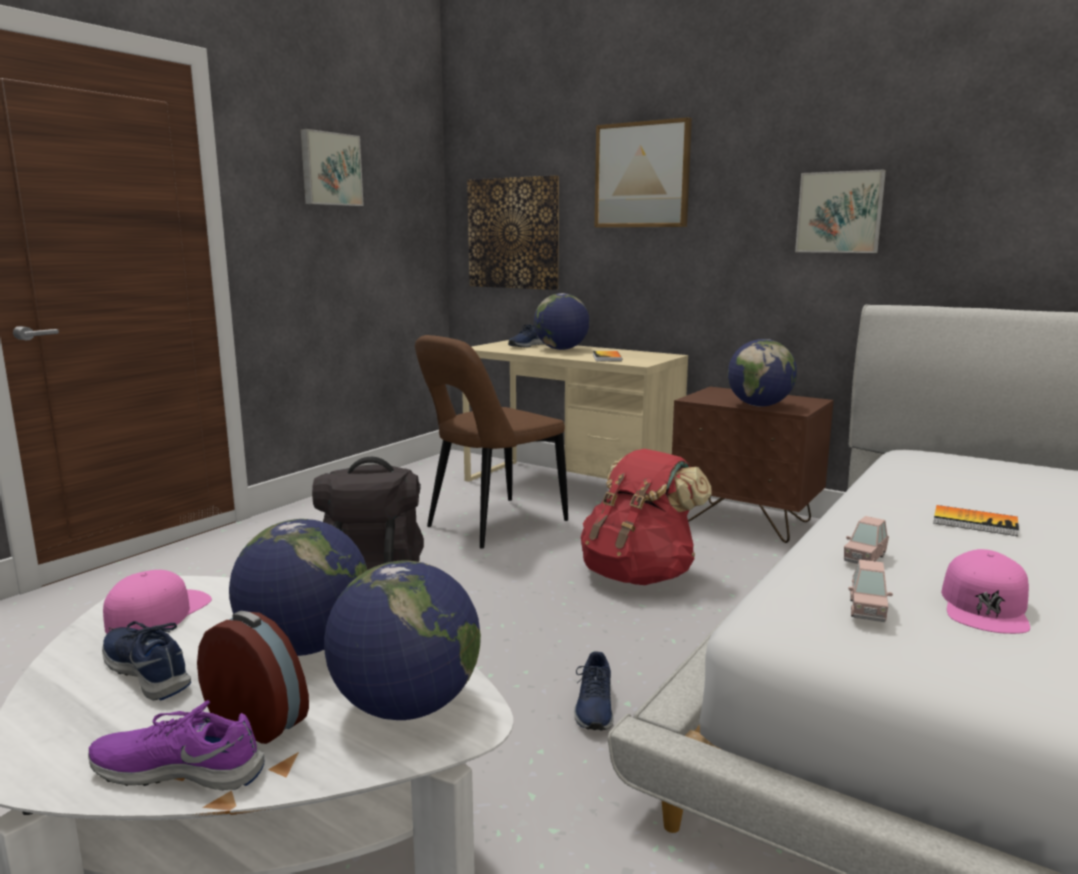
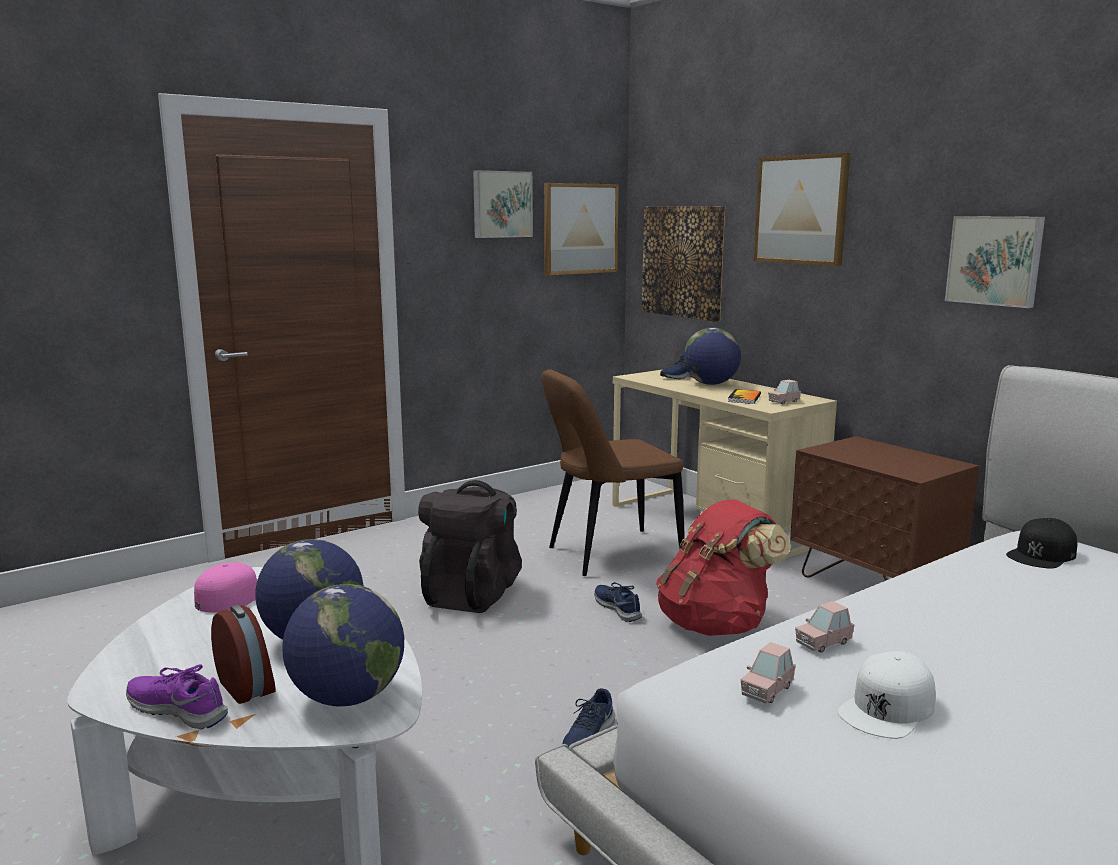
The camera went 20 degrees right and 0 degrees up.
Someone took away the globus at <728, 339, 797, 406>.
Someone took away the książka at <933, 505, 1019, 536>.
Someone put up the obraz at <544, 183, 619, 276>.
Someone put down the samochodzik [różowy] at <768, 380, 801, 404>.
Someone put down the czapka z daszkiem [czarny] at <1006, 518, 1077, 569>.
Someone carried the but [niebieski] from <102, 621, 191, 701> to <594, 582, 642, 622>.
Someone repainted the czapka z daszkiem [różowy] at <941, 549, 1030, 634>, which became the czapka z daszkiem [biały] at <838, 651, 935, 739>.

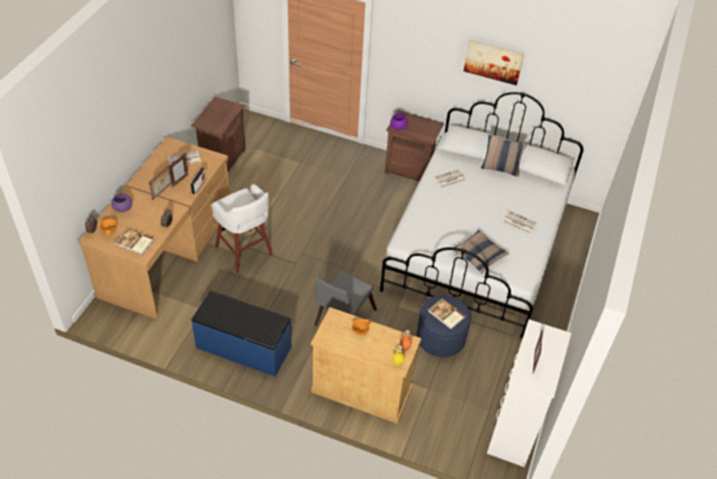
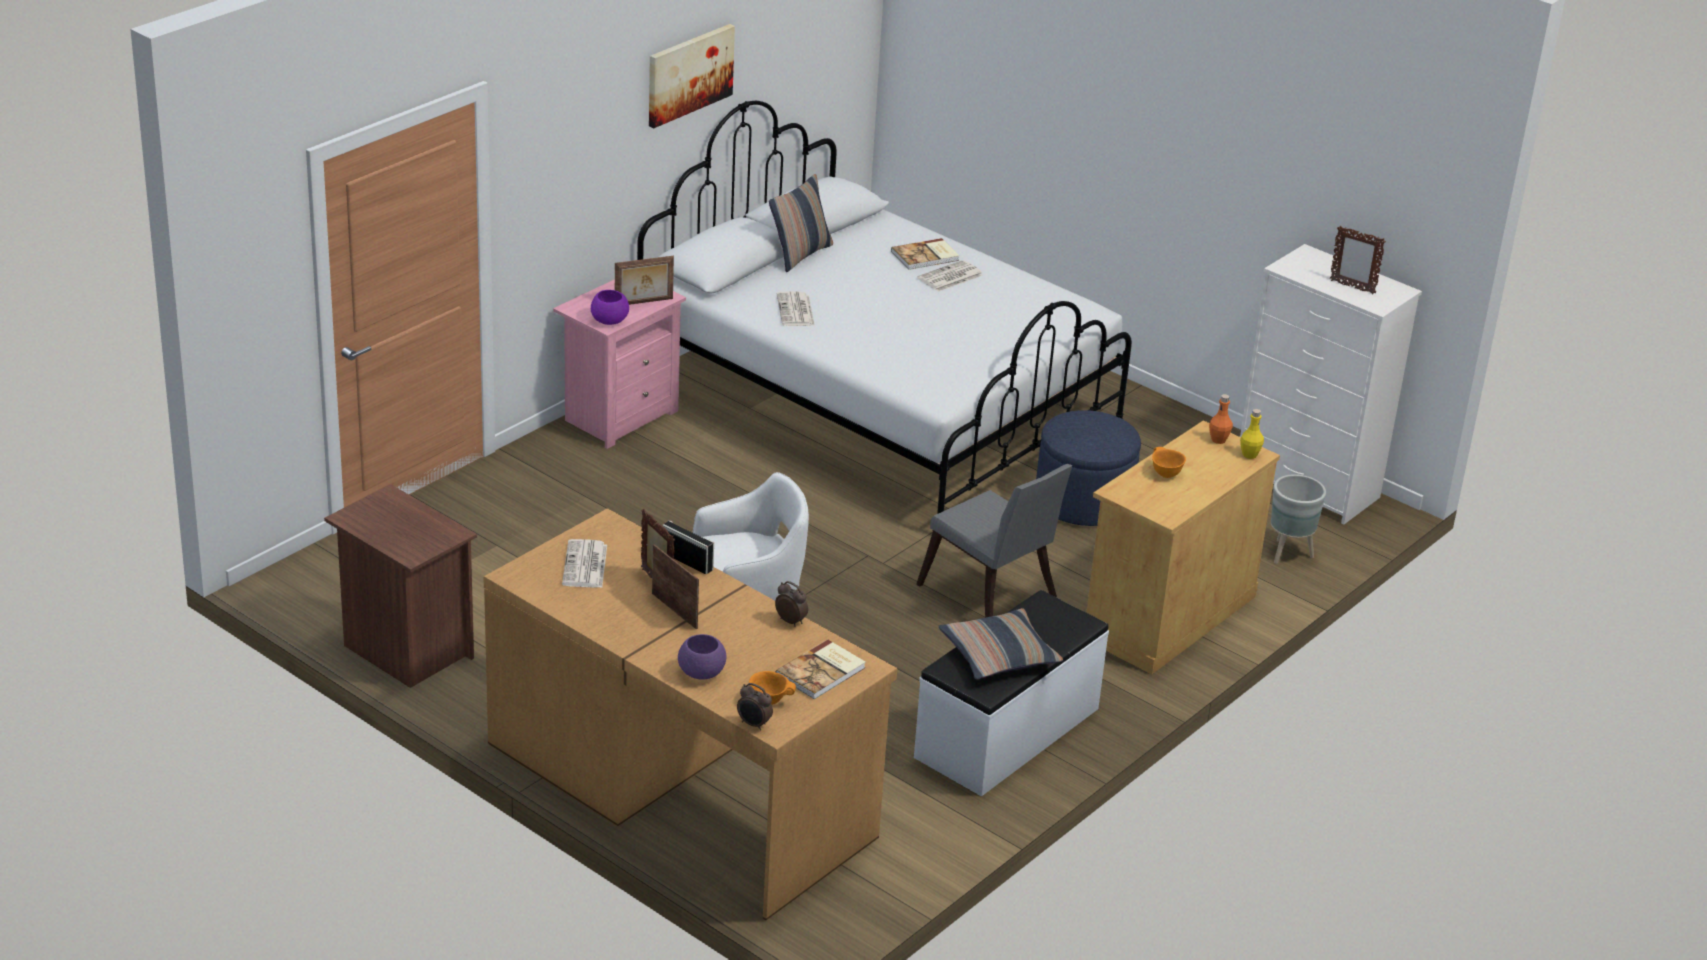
The camera went 70 degrees left and 15 degrees down.
Someone put down the ramka na zdjęcie at <615, 256, 674, 305>.
Someone put down the donica [szary] at <1271, 474, 1326, 564>.
Someone carried the książka from <428, 298, 466, 329> to <891, 238, 960, 270>.
Someone carried the poduszka from <454, 230, 509, 273> to <939, 608, 1063, 679>.
Someone repainted the ławka [niebieski] at <191, 290, 292, 377>, which became the ławka [biały] at <914, 590, 1109, 796>.
Someone repainted the szafka nocna [brązowy] at <385, 110, 444, 182>, which became the szafka nocna [różowy] at <553, 279, 686, 449>.

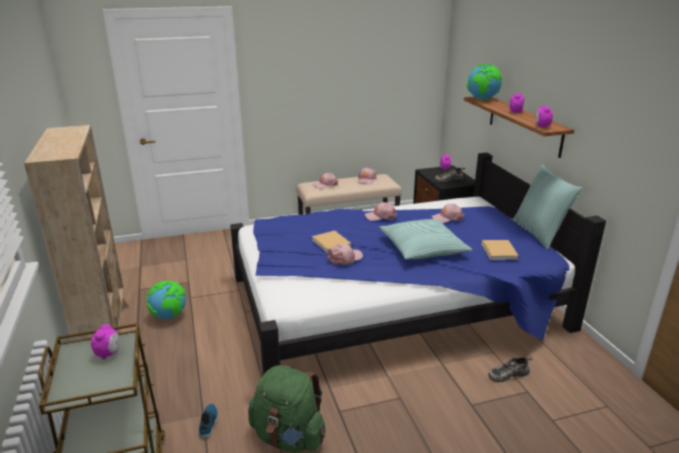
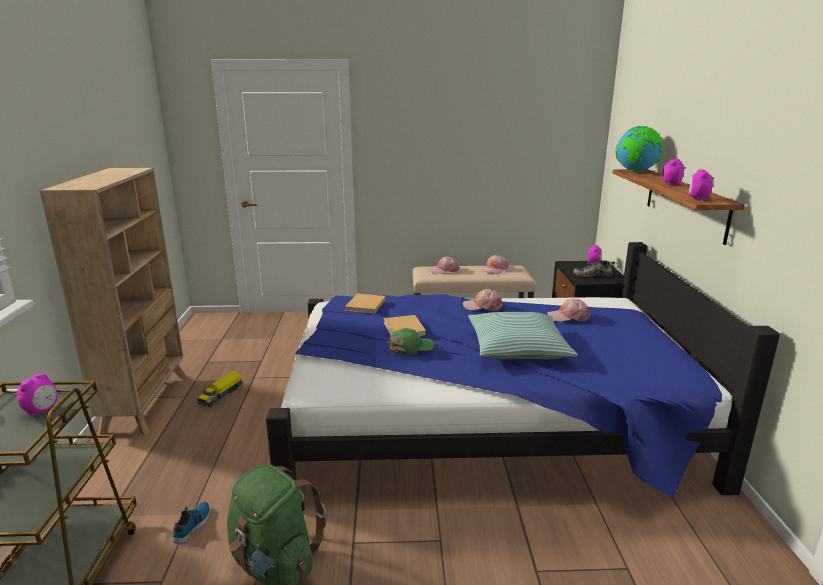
The camera went 15 degrees right and 5 degrees down.
Someone took away the but at <488, 357, 532, 382>.
Someone took away the poduszka at <512, 165, 582, 250>.
Someone carried the książka [beżowy] from <481, 240, 519, 260> to <345, 294, 385, 314>.
Someone swapped the globus at <147, 281, 186, 319> for the ciężarówka zabawkowa at <197, 370, 243, 407>.
Someone repainted the czapka z daszkiem [różowy] at <328, 244, 363, 265>, which became the czapka z daszkiem [zielony] at <387, 328, 434, 355>.

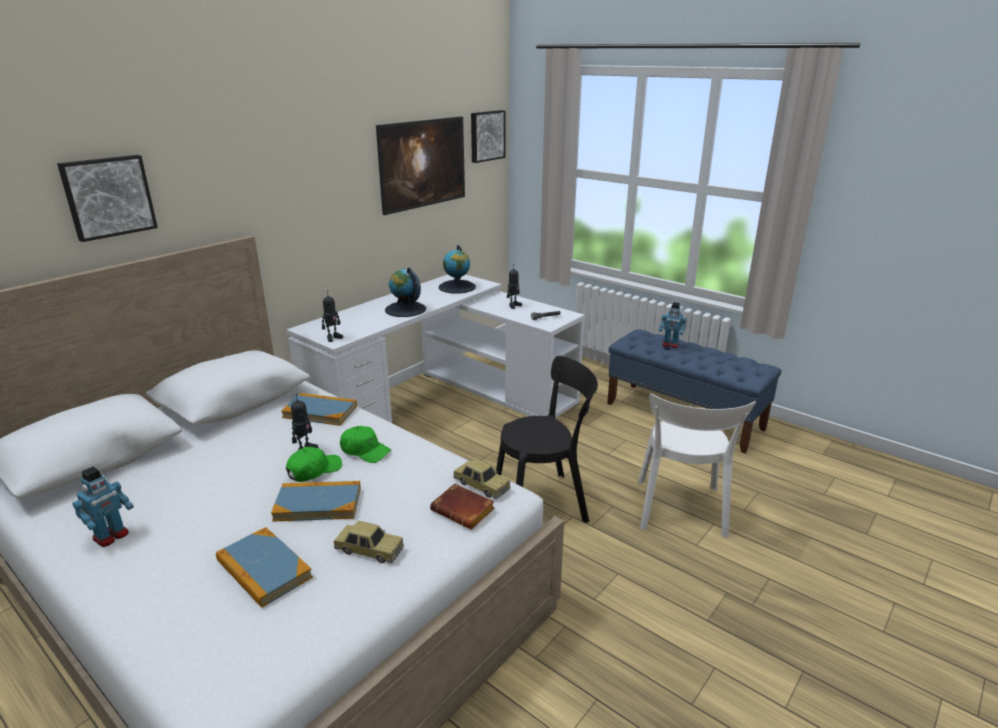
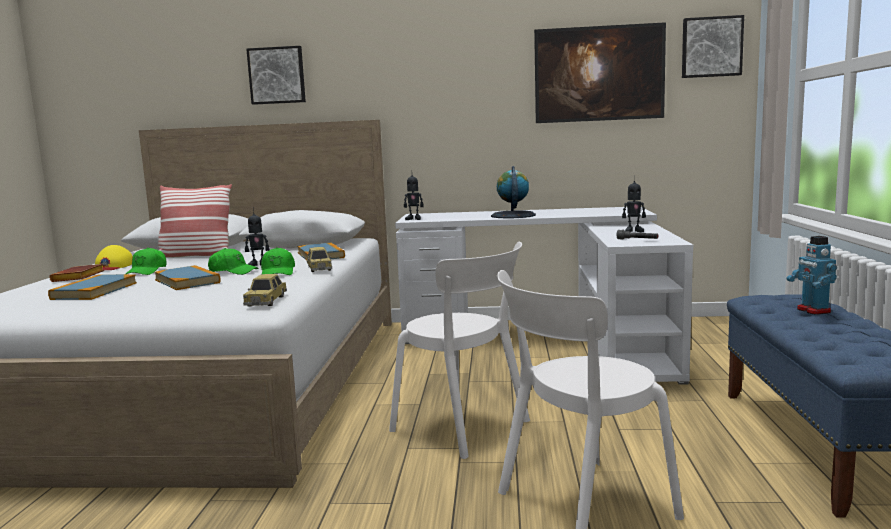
The camera went 55 degrees right and 15 degrees down.
Someone took away the globus at <439, 245, 476, 294>.
Someone put down the czapka z daszkiem [zielony] at <126, 247, 167, 275>.
Someone put down the poduszka at <158, 184, 232, 258>.
Someone carried the samochodzik from <334, 521, 404, 563> to <307, 247, 332, 272>.
Someone carried the książka [brązowy] from <430, 484, 495, 530> to <49, 264, 104, 282>.
Someone swapped the robot zabawkowy at <73, 467, 134, 547> for the czapka z daszkiem [żółty] at <95, 245, 133, 270>.
Someone repainted the krzesło [czarny] at <496, 356, 598, 523>, which became the krzesło [biały] at <389, 242, 530, 459>.

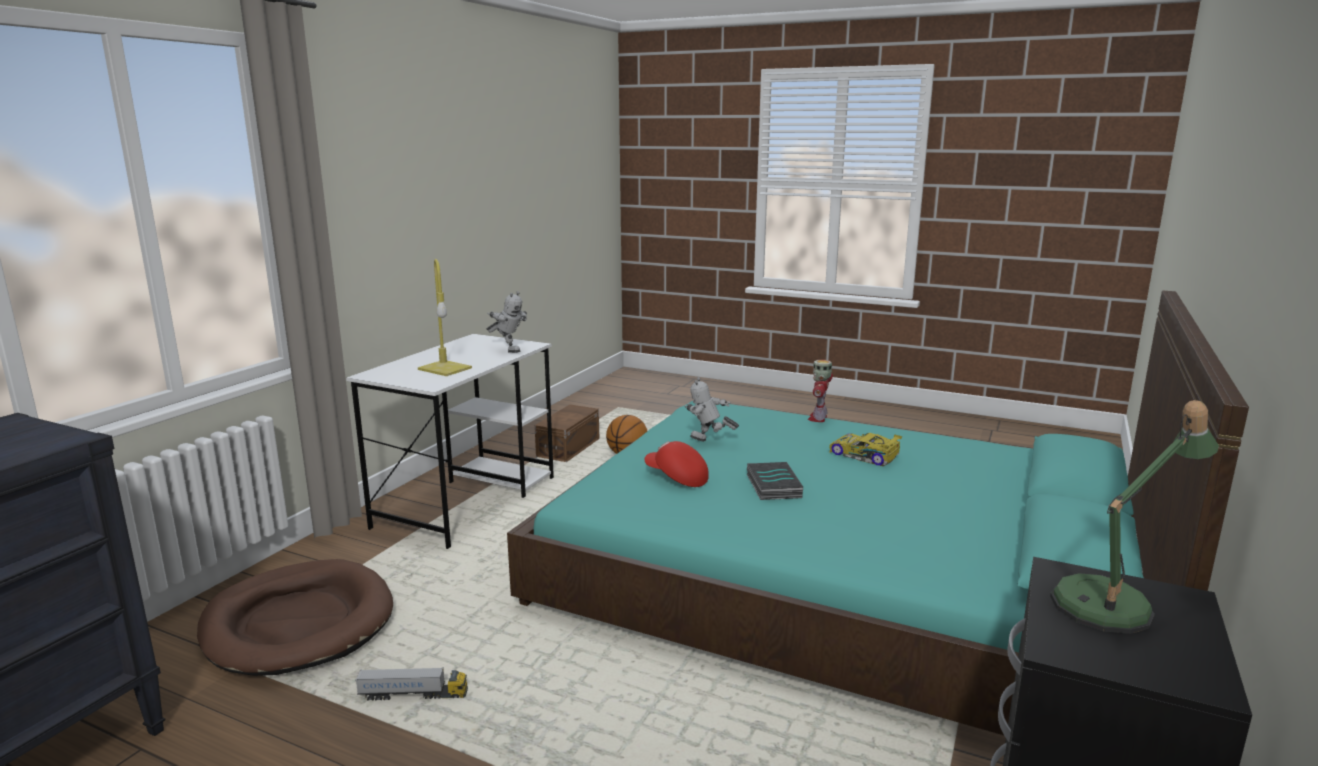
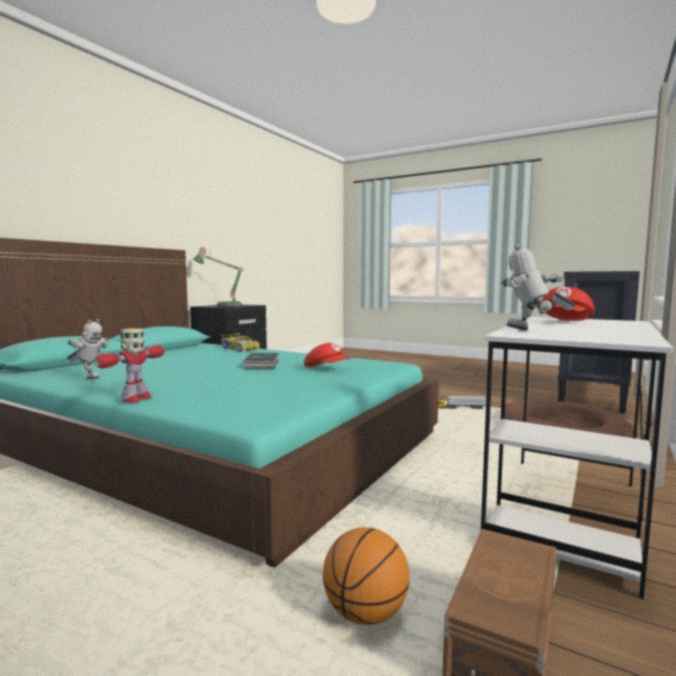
The camera went 175 degrees left and 10 degrees down.
Someone carried the robot zabawkowy from <684, 377, 739, 441> to <66, 319, 109, 379>.
Someone carried the samochodzik from <829, 432, 902, 466> to <221, 333, 260, 352>.
Someone swapped the lampa stołowa [żółty] at <418, 259, 472, 376> for the czapka z daszkiem [czerwony] at <542, 287, 595, 321>.

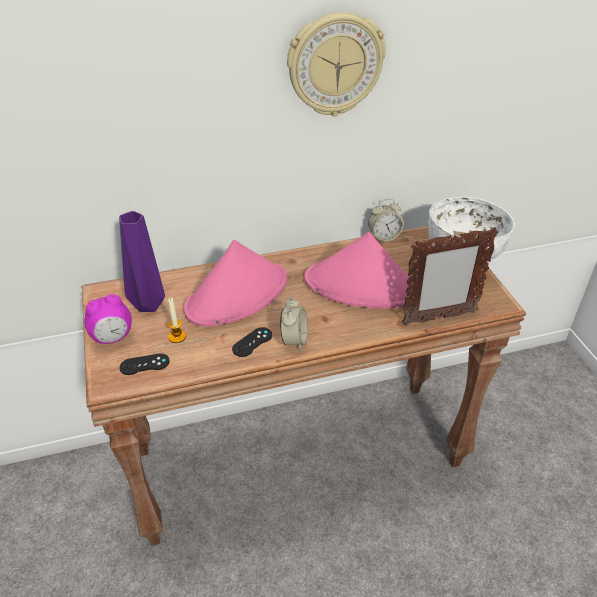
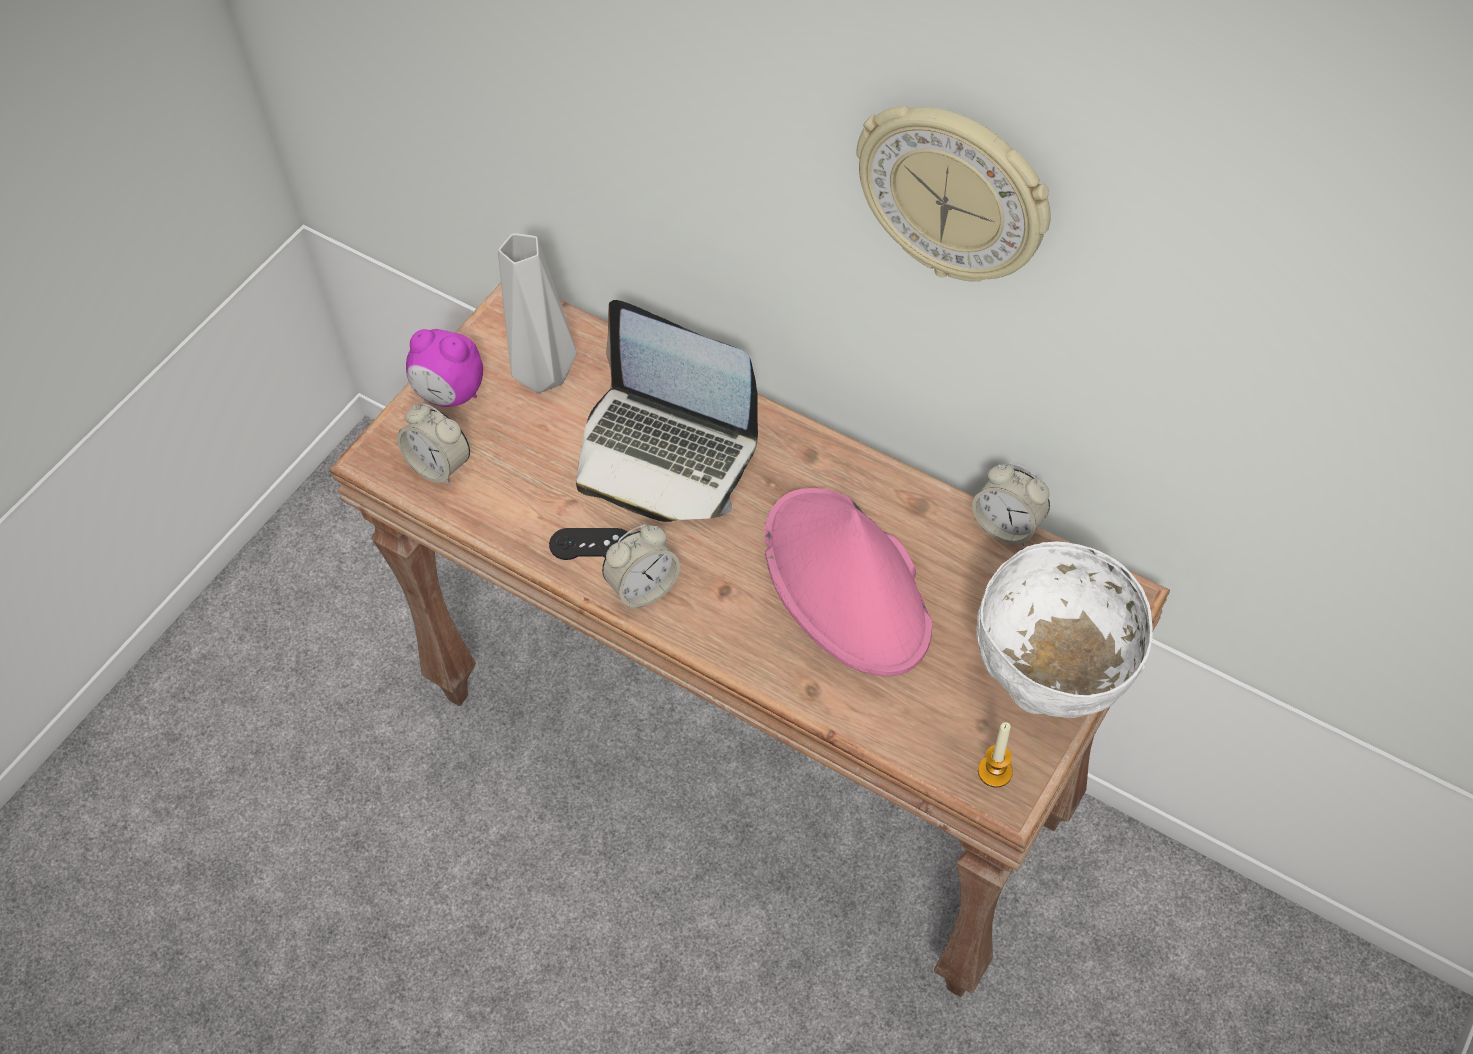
The camera went 50 degrees right and 15 degrees up.
Someone took away the ramka na zdjęcie at <402, 227, 499, 326>.
Someone carried the świeca from <168, 298, 186, 343> to <978, 722, 1013, 787>.
Someone swapped the pad do gier [czarny] at <119, 353, 170, 375> for the budzik at <397, 403, 470, 485>.
Someone swapped the kapelusz [różowy] at <184, 240, 287, 327> for the laptop at <576, 300, 758, 522>.
Someone repainted the wazon [fioletowy] at <119, 211, 165, 312>, which became the wazon [szary] at <498, 233, 576, 393>.

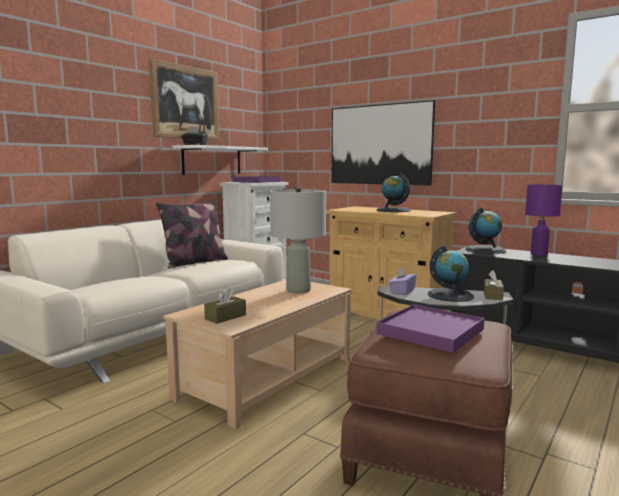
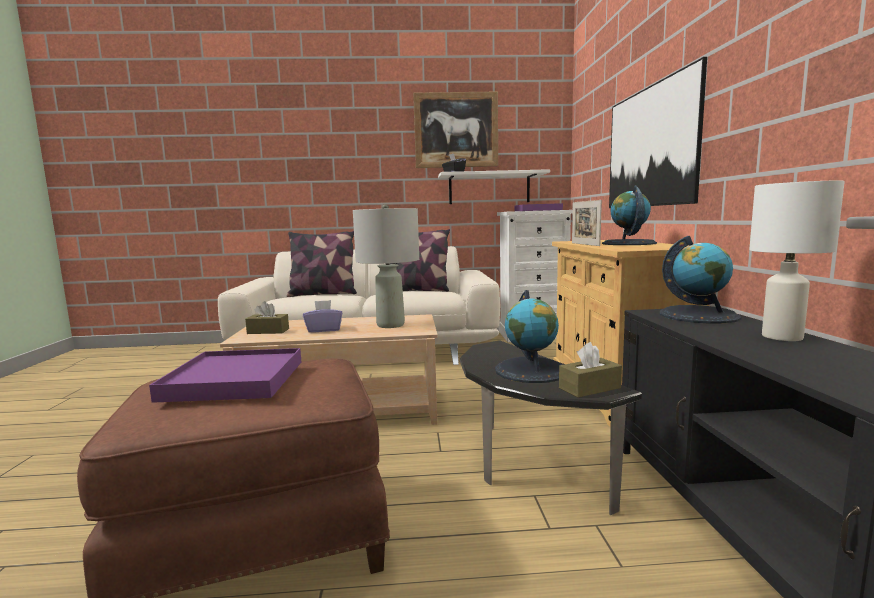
The camera went 50 degrees right and 0 degrees up.
Someone put down the poduszka at <287, 231, 357, 297>.
Someone put down the ramka na zdjęcie at <572, 200, 602, 246>.
Someone carried the pudełko chusteczek [fioletowy] from <389, 267, 417, 295> to <303, 300, 342, 333>.
Someone repainted the lampa stołowa [fioletowy] at <525, 184, 563, 256>, which became the lampa stołowa [biały] at <749, 180, 845, 341>.

